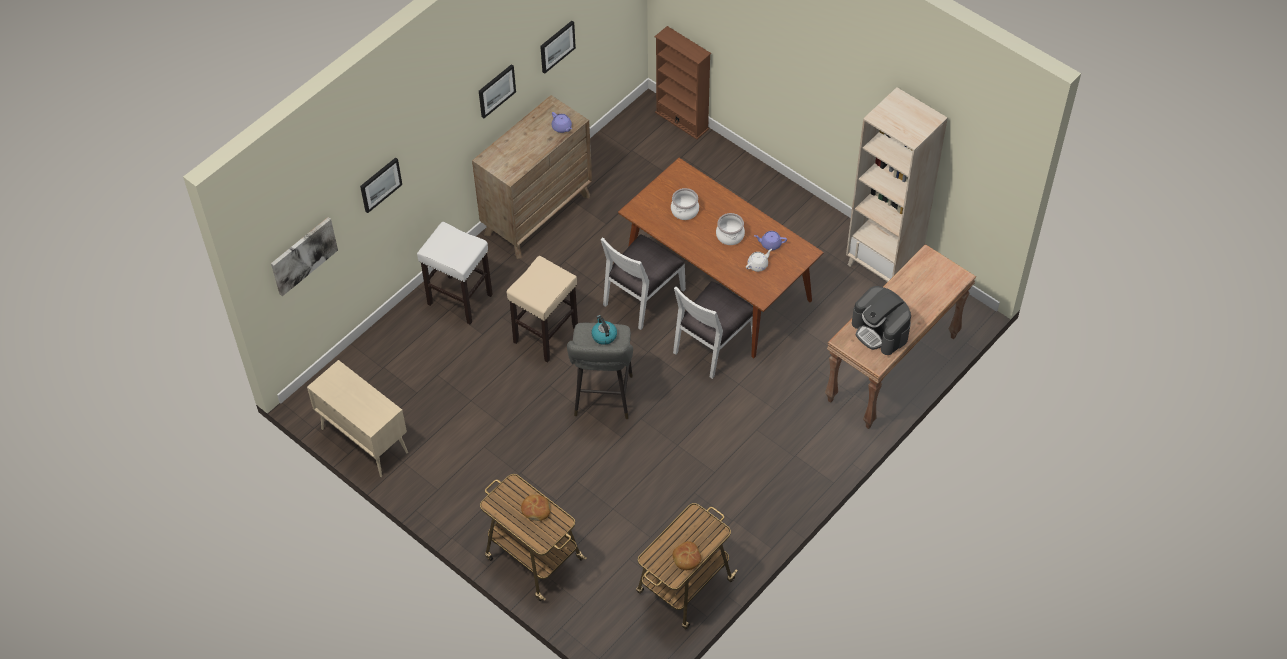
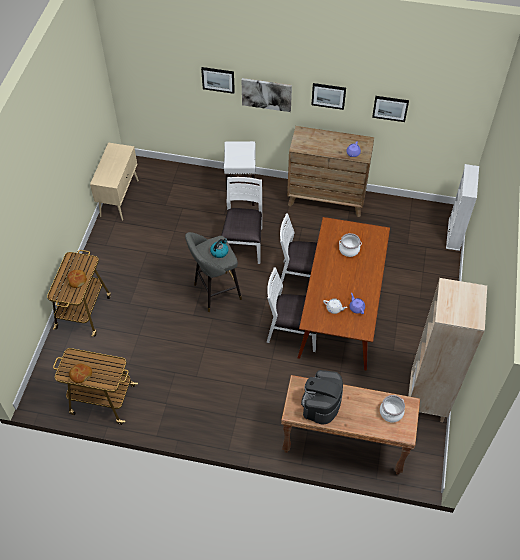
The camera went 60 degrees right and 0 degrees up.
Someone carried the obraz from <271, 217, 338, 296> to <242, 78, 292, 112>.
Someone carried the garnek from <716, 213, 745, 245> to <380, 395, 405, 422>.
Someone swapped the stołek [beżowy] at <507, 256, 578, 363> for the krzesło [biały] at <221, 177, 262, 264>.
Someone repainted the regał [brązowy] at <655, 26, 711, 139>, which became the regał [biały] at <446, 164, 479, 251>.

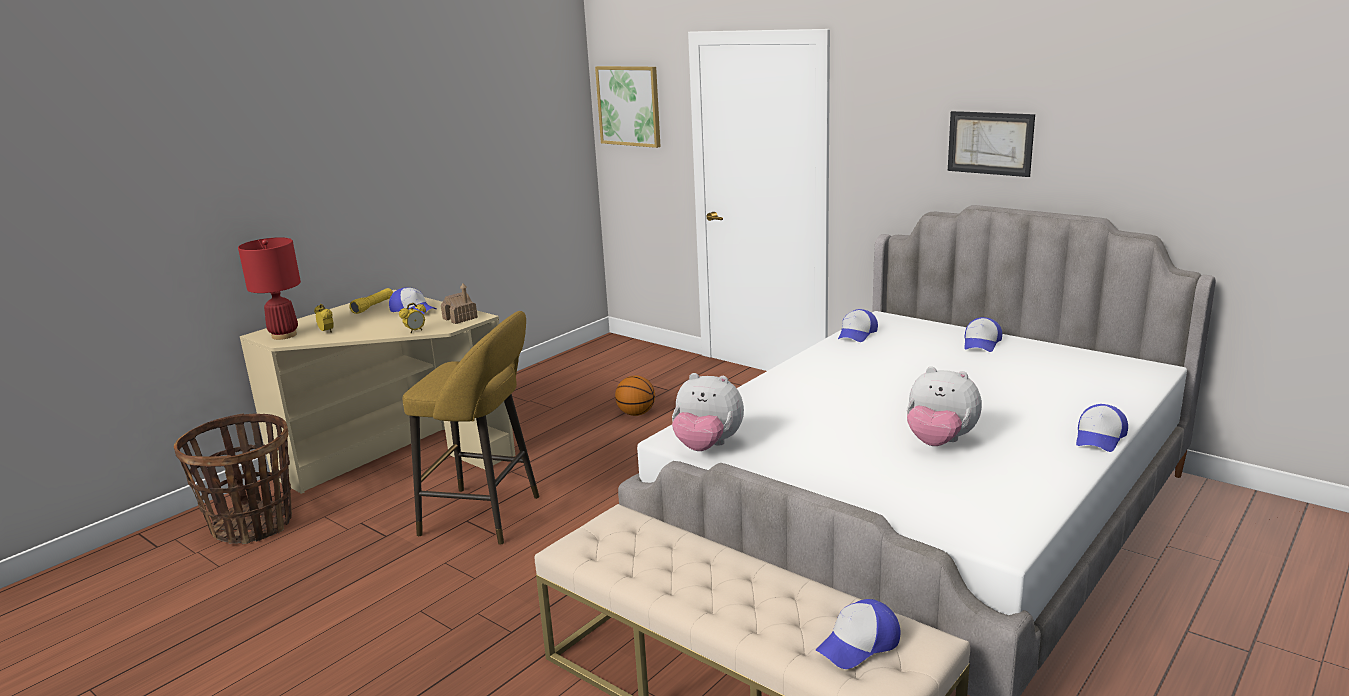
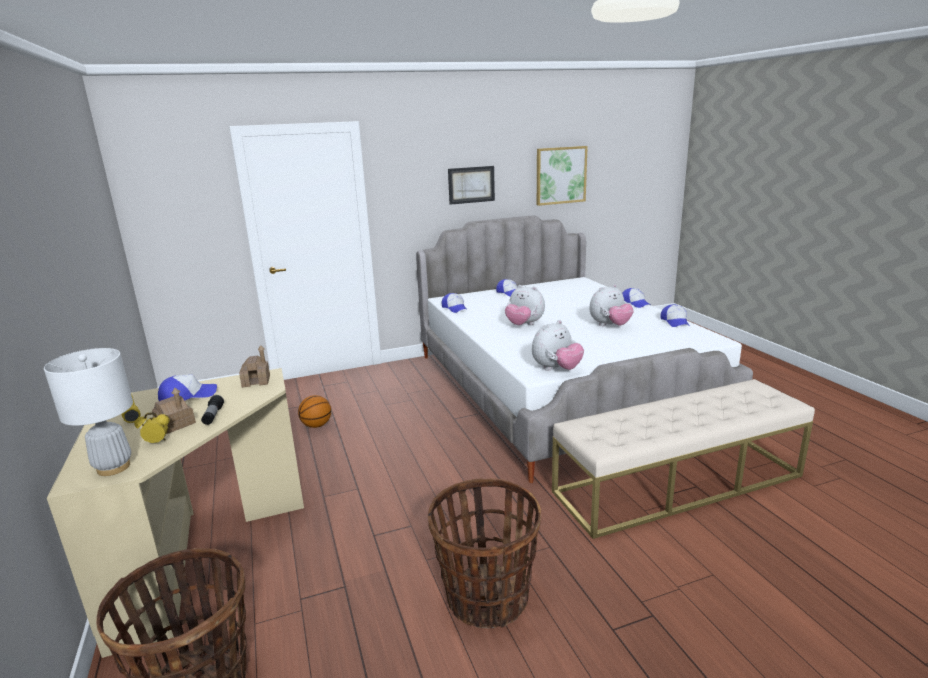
The camera went 60 degrees left and 0 degrees up.
Someone took away the budzik at <399, 303, 426, 333>.
Someone took away the stołek [żółty] at <403, 311, 540, 545>.
Someone put down the domek at <152, 388, 196, 434>.
Someone put down the latarka at <201, 395, 224, 425>.
Someone put down the koszyk at <428, 478, 541, 629>.
Someone put down the pluszak at <505, 285, 545, 325>.
Someone carried the obraz from <595, 66, 661, 148> to <537, 146, 588, 206>.
Someone carried the czapka z daszkiem from <816, 599, 901, 669> to <660, 304, 689, 327>.
Someone repainted the lampa stołowa [czerwony] at <238, 237, 301, 340>, which became the lampa stołowa [biały] at <44, 348, 133, 476>.

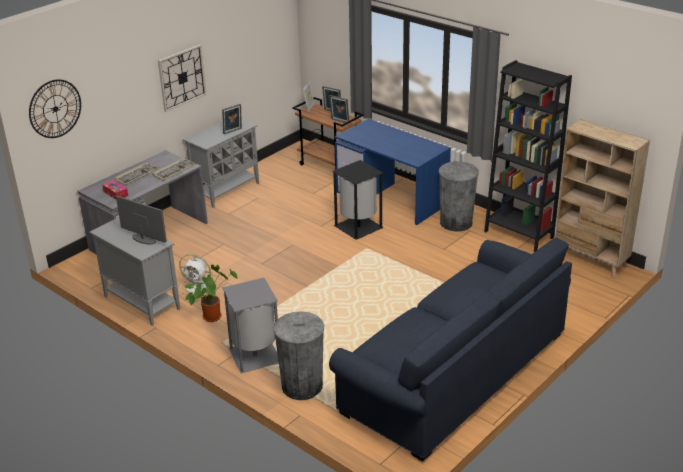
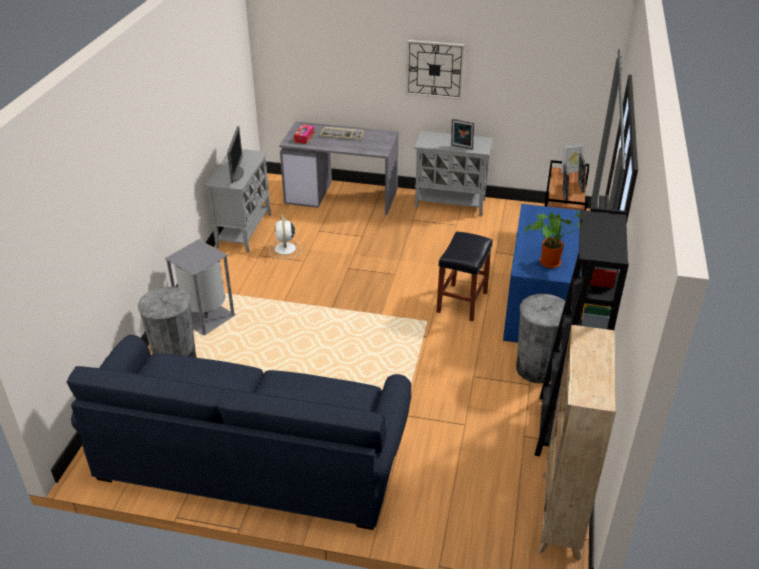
The camera went 60 degrees right and 5 degrees up.
Someone took away the zegar ścienny at <29, 79, 81, 138>.
Someone took away the klawiatura at <153, 158, 196, 181>.
Someone carried the roślina doniczkowa from <185, 265, 238, 322> to <525, 210, 580, 268>.
Someone swapped the kosz na śmieci [czarny] at <332, 160, 384, 240> for the stołek [czarny] at <436, 232, 492, 321>.

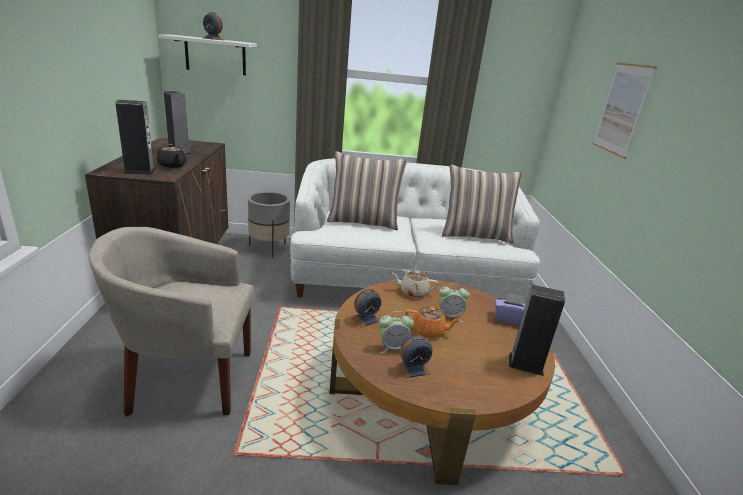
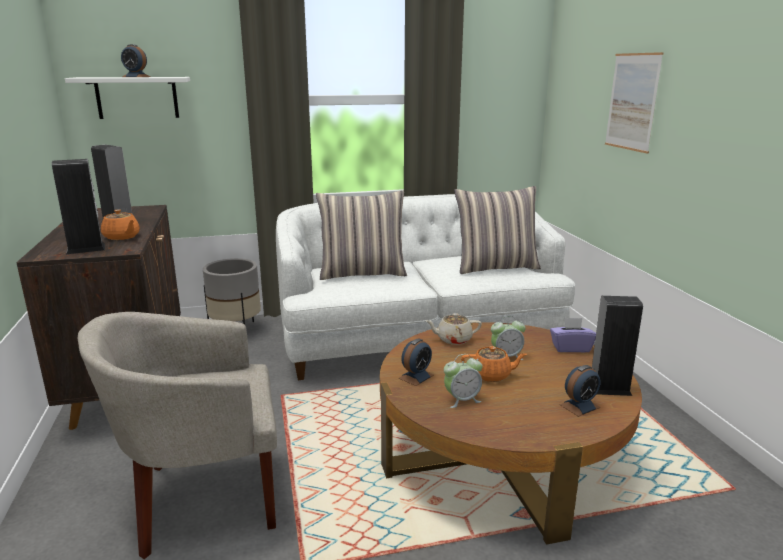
The camera went 10 degrees left and 5 degrees down.
Someone carried the budzik from <397, 335, 432, 378> to <559, 365, 601, 417>.
Someone repainted the imbryk [czarny] at <156, 144, 187, 168>, which became the imbryk [pomarańczowy] at <101, 209, 140, 240>.

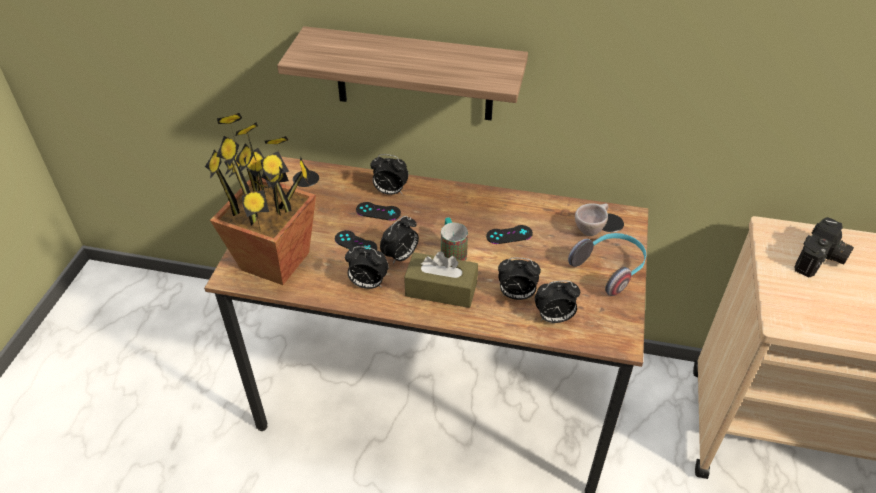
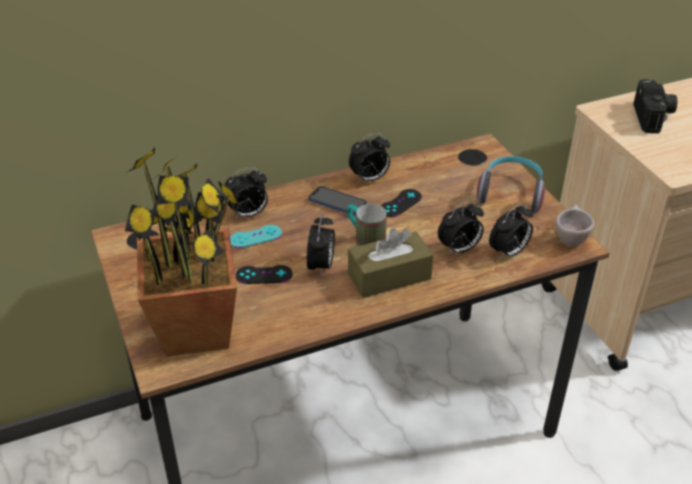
The camera went 35 degrees left and 5 degrees down.
Someone took away the półka at <277, 26, 528, 120>.
Someone put down the telefon at <308, 186, 367, 216>.
Someone carried the budzik from <345, 246, 389, 289> to <349, 133, 390, 183>.
Someone carried the filiżanka [beżowy] from <575, 203, 608, 236> to <555, 205, 594, 247>.
Someone repainted the pad do gier [czarny] at <356, 202, 401, 220>, which became the pad do gier [turkusowy] at <230, 225, 282, 248>.

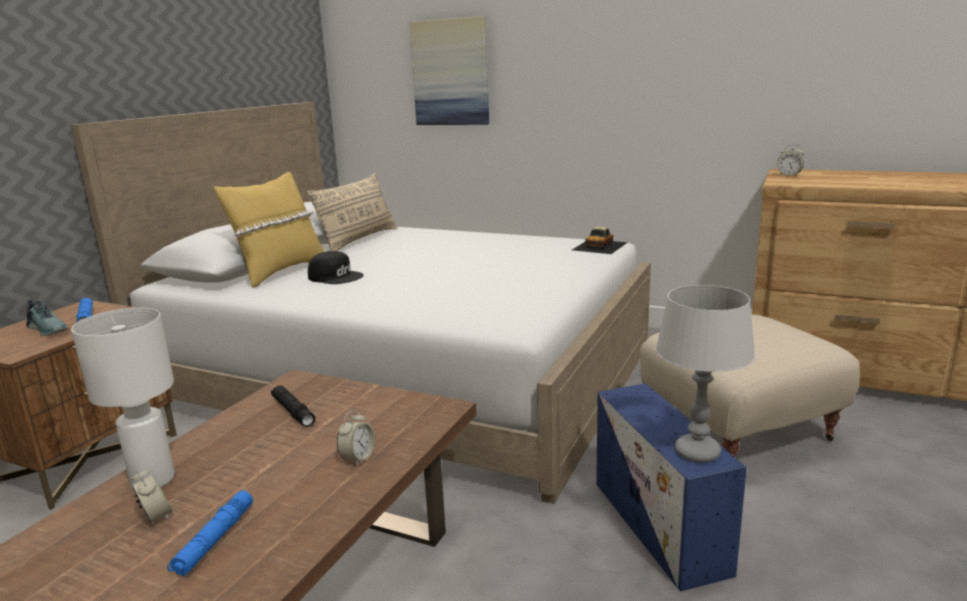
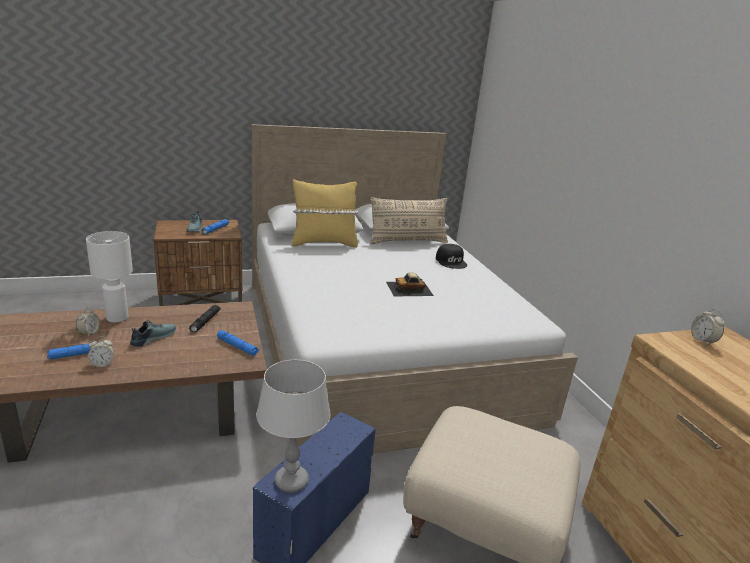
The camera went 45 degrees right and 5 degrees up.
Someone took away the obraz at <409, 16, 489, 125>.
Someone put down the but at <130, 320, 176, 347>.
Someone put down the latarka [niebieski] at <217, 330, 259, 356>.
Someone carried the czapka z daszkiem [czarny] from <308, 251, 364, 284> to <436, 244, 467, 269>.
Someone carried the budzik from <337, 410, 375, 466> to <87, 337, 114, 367>.
Someone carried the samochodzik from <572, 227, 628, 254> to <386, 272, 434, 296>.

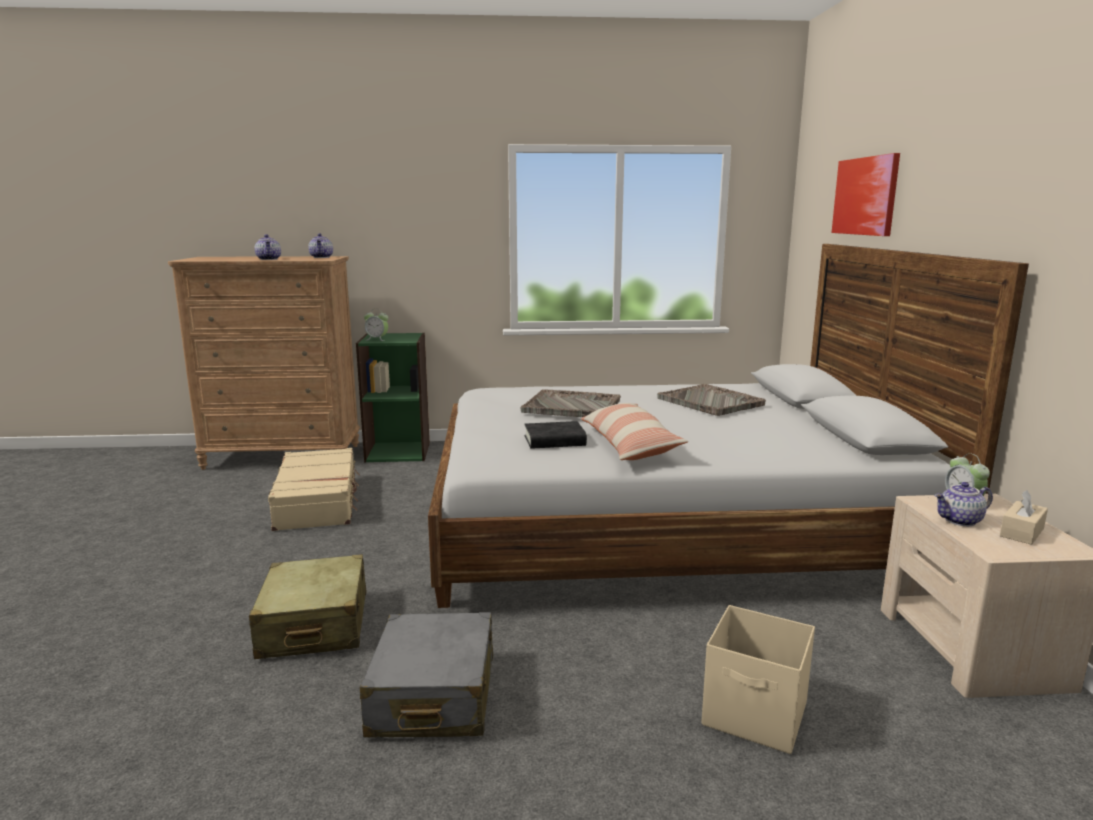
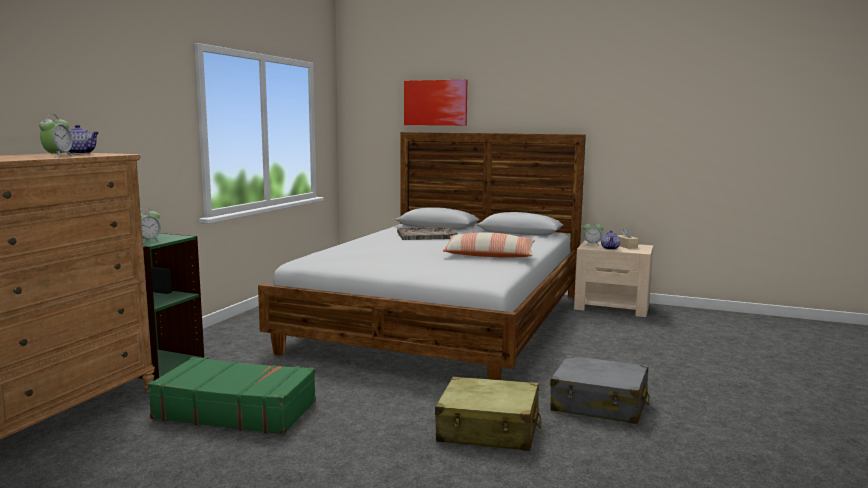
The camera went 65 degrees left and 5 degrees down.
Someone took away the taca [szary] at <520, 389, 621, 417>.
Someone took away the książka [czarny] at <524, 421, 587, 449>.
Someone took away the pojemnik do przechowywania [beżowy] at <701, 605, 815, 754>.
Someone swapped the imbryk at <255, 234, 281, 260> for the budzik at <39, 114, 73, 157>.
Someone repainted the walizka [beżowy] at <268, 448, 360, 531>, which became the walizka [zielony] at <148, 357, 316, 434>.

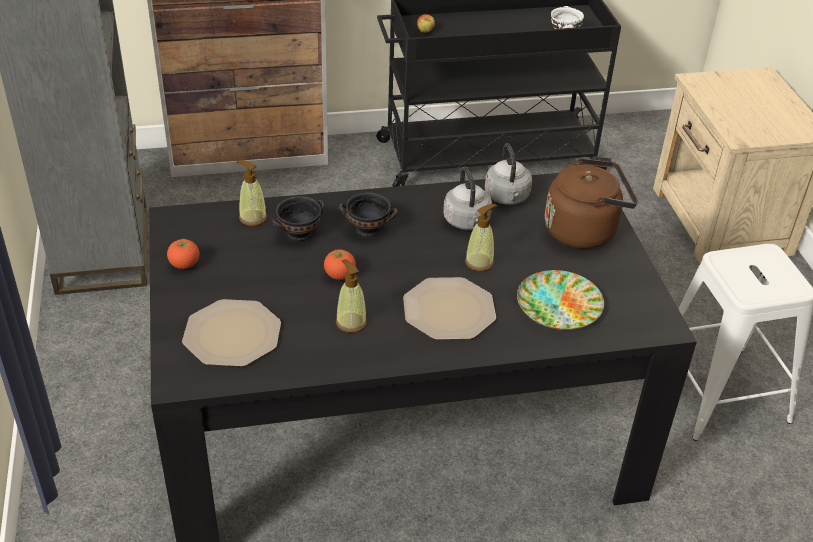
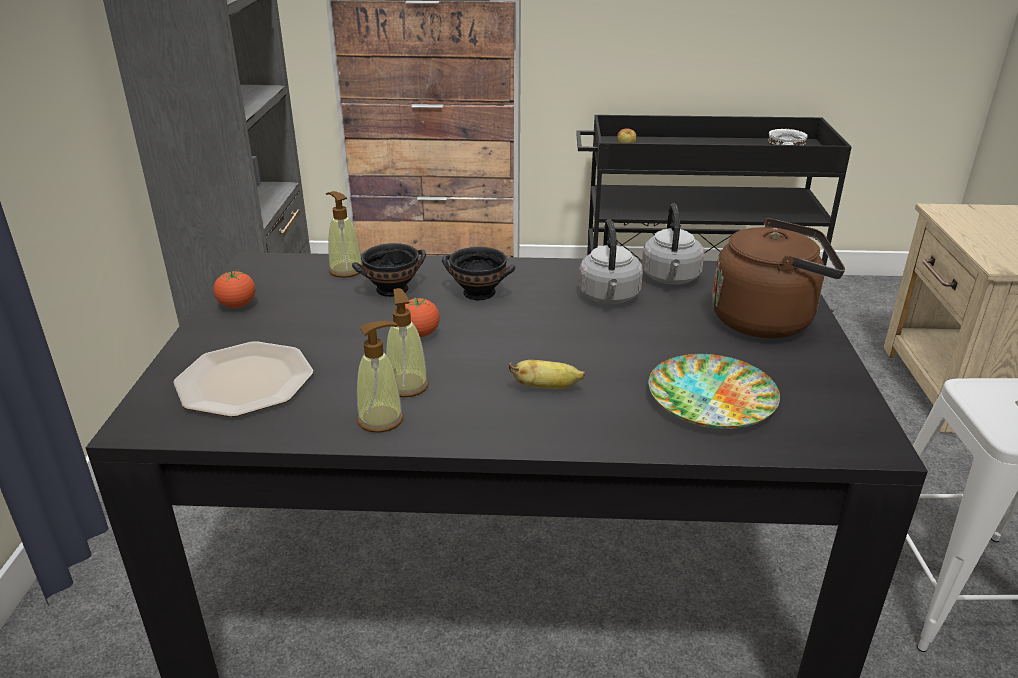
The camera went 15 degrees right and 10 degrees down.
Someone carried the dozownik mydła from <465, 204, 497, 272> to <357, 321, 404, 433>.
Someone swapped the talerz at <403, 277, 496, 340> for the banan at <509, 360, 585, 389>.

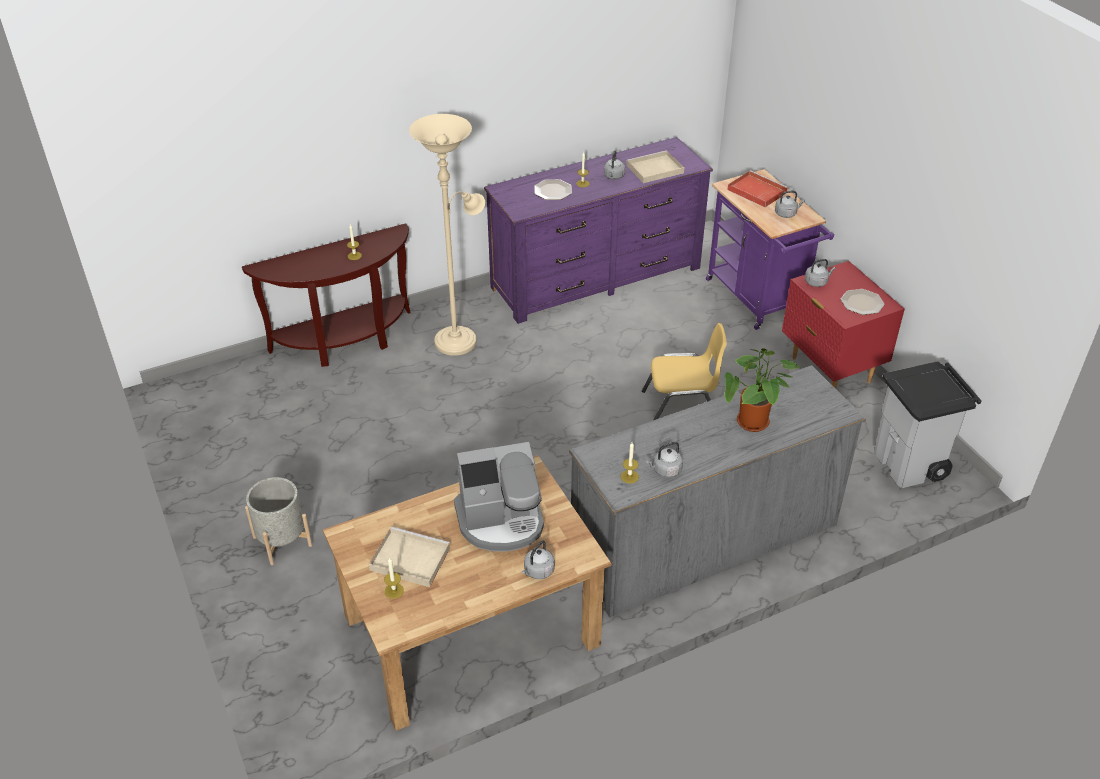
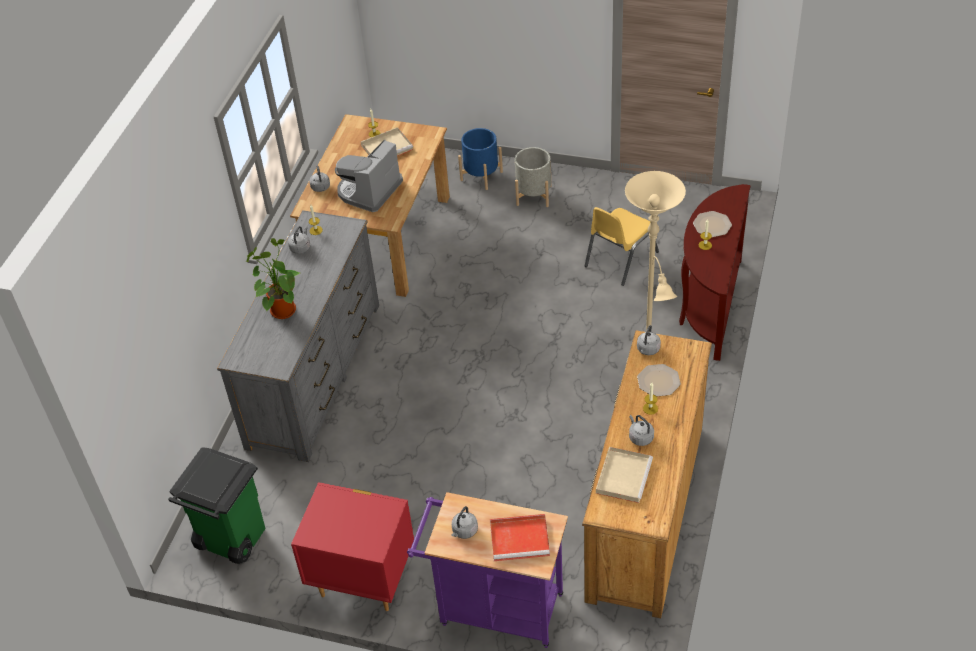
The camera went 135 degrees right and 5 degrees up.
Someone put down the donica [niebieski] at <458, 128, 503, 190>.
Someone carried the krzesło [żółty] from <642, 323, 727, 420> to <585, 207, 659, 286>.
Someone carried the czajnik [szary] from <805, 259, 836, 287> to <637, 325, 661, 355>.
Someone carried the talerz from <841, 289, 885, 315> to <693, 211, 732, 237>.
Someone repainted the komoda [fioletowy] at <484, 137, 713, 324>, which became the komoda [brązowy] at <582, 331, 712, 618>.
Someone repainted the kosz na śmieci [szary] at <874, 361, 981, 488>, which became the kosz na śmieci [zielony] at <168, 447, 266, 564>.

